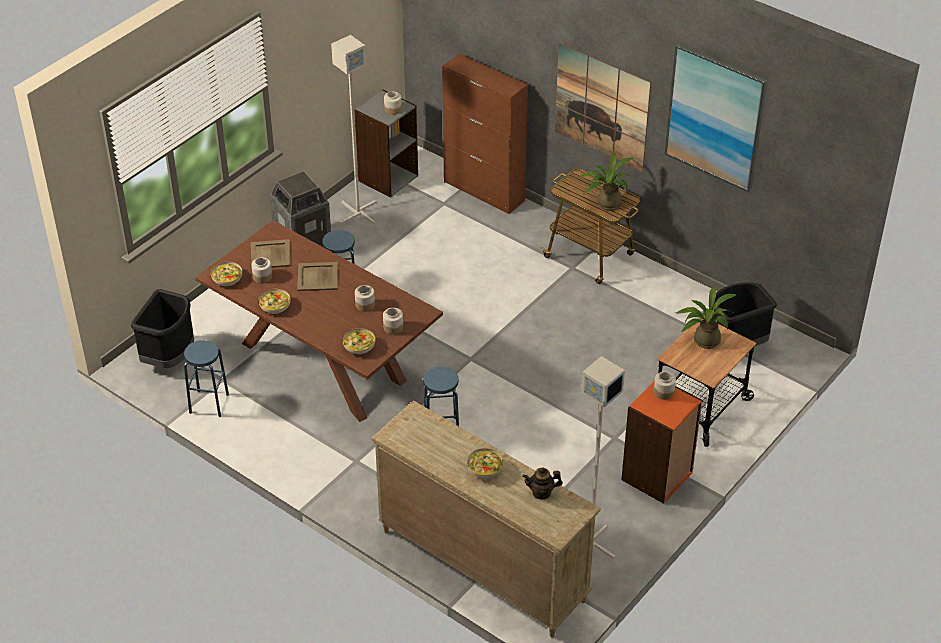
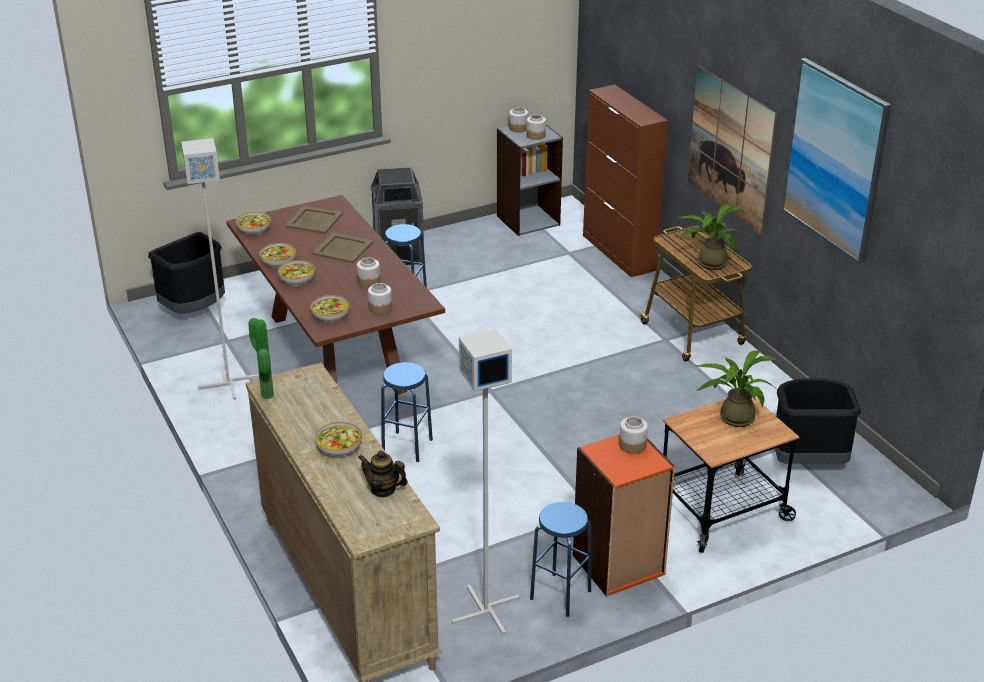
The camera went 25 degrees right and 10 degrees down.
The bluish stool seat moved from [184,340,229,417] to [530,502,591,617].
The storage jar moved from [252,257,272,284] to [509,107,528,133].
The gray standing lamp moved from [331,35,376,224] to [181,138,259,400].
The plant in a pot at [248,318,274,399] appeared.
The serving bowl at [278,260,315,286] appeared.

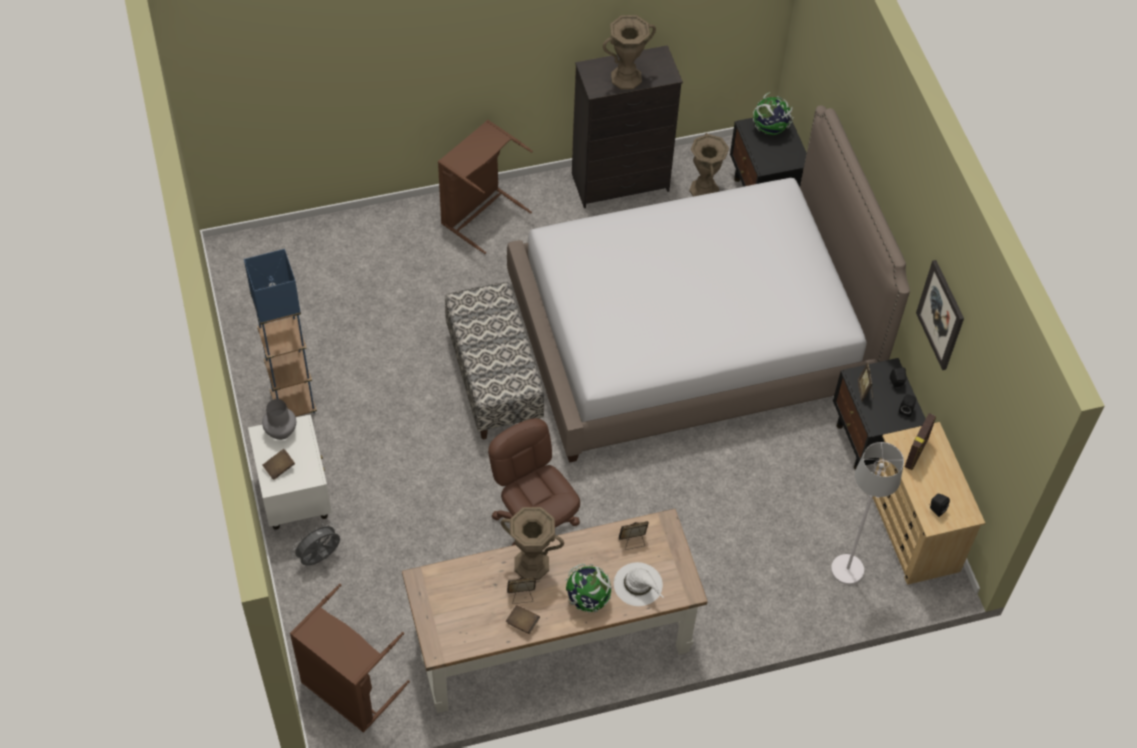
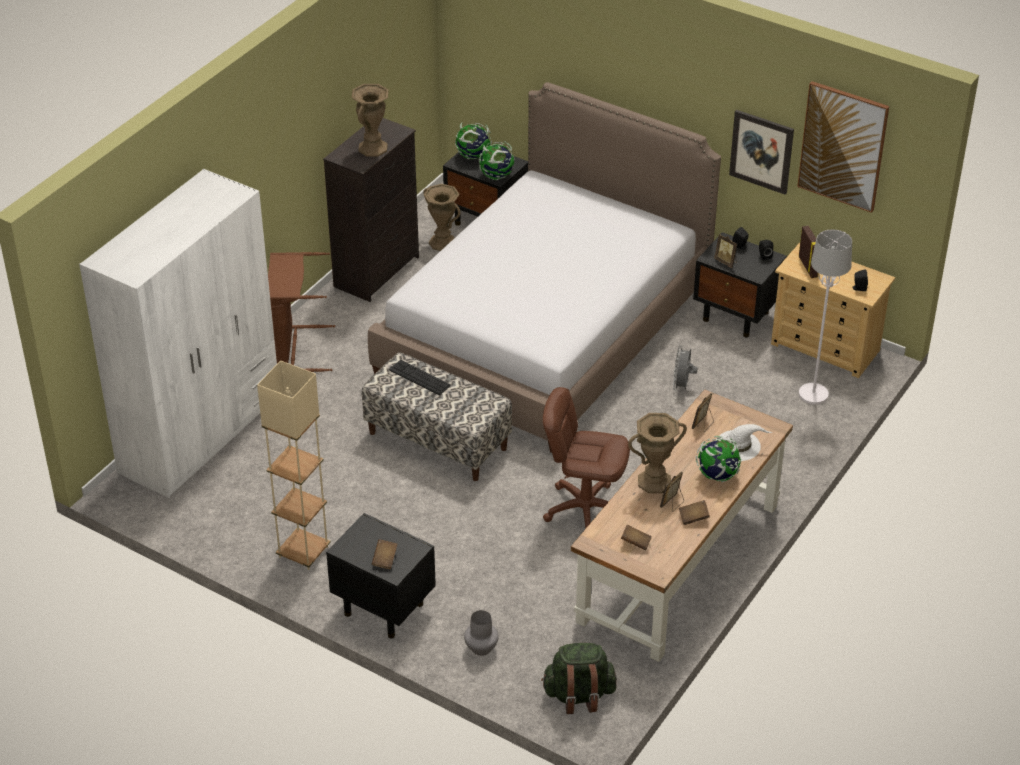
The camera went 40 degrees left and 15 degrees down.
The bluish standing lamp at [244,249,317,417] became the beige-coloured standing lamp at [257,361,330,570].
The white-coloured nightstand at [248,415,332,530] became the black nightstand at [326,513,436,638].
The gray flower vase moved from [262,399,296,440] to [464,610,499,656].
The brown laundry basket at [290,584,410,733] was replaced by the greenish knapsack at [541,643,617,714].
The gray electric fan moved from [291,523,340,566] to [673,345,698,391].
The white-coloured clothes cupboard at [79,169,277,498] appeared.
The PC keyboard at [389,360,451,395] appeared.
The desk globe at [479,141,514,180] appeared.
The brown bound book at [621,525,652,551] appeared.
The wall picture at [797,81,889,213] appeared.

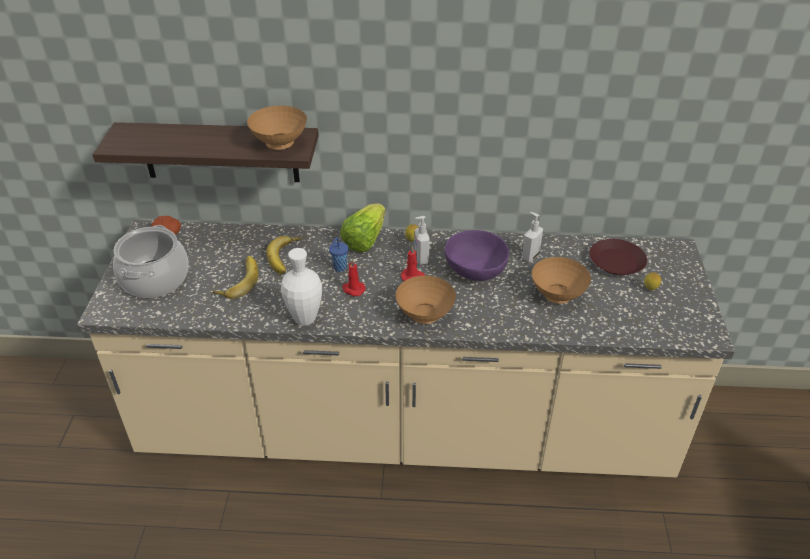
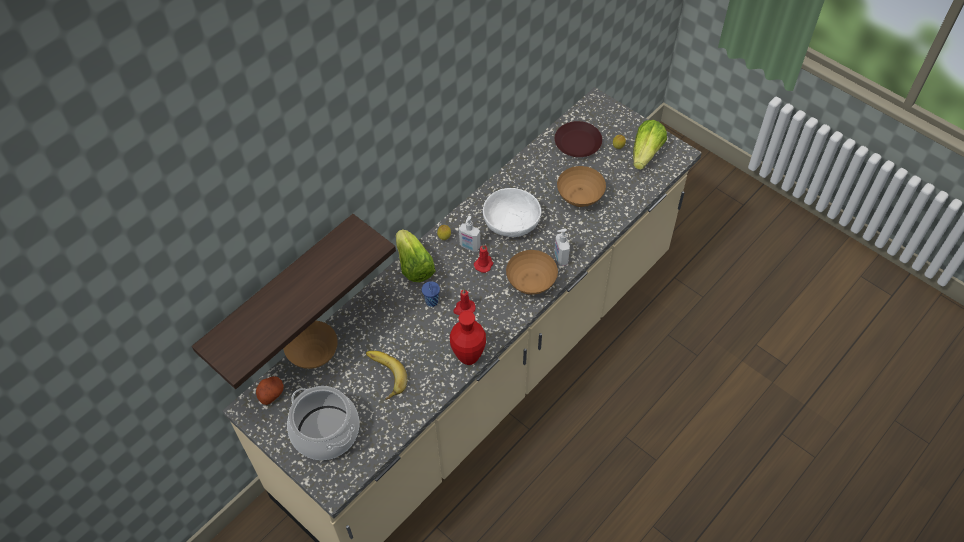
The camera went 50 degrees left and 15 degrees up.
The brown serving bowl moved from [247,106,307,150] to [283,321,338,369].
The banana fruit at [266,236,303,274] disappeared.
The white-coloured flower vase at [281,248,322,326] became the red-coloured flower vase at [450,311,486,365].
The purplish serving bowl at [444,230,509,281] became the white-coloured serving bowl at [483,188,541,237].
The soap bottle moved from [522,212,543,262] to [554,228,570,266].
The lettuce at [633,120,667,170] appeared.

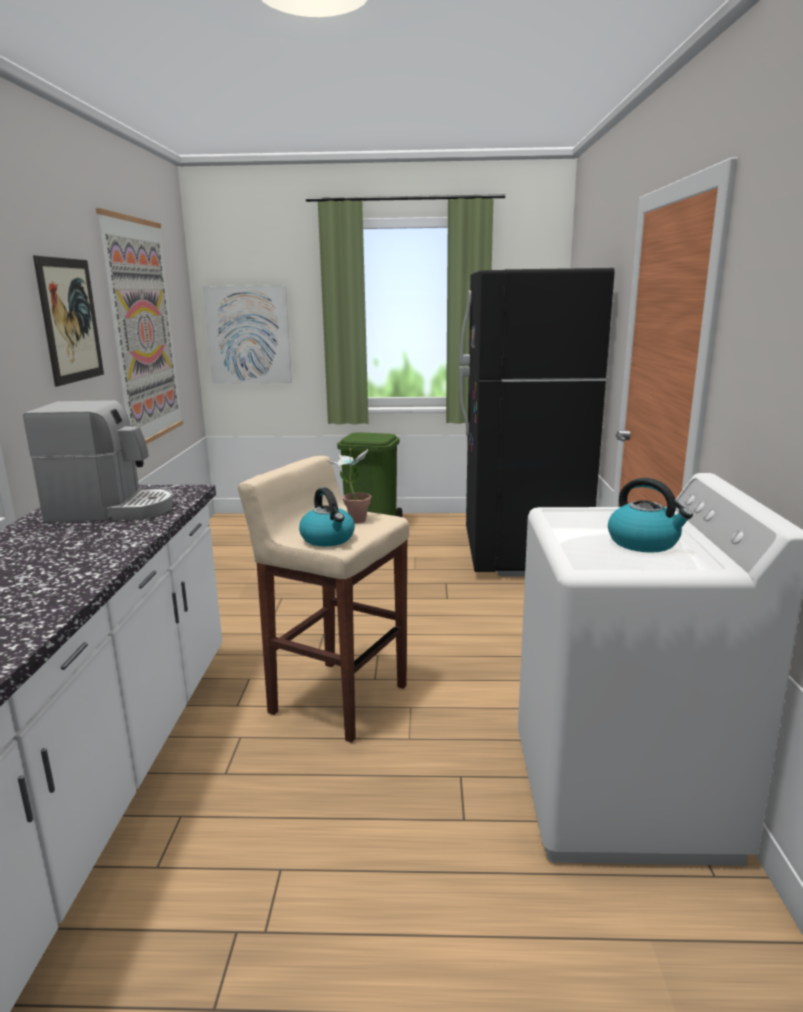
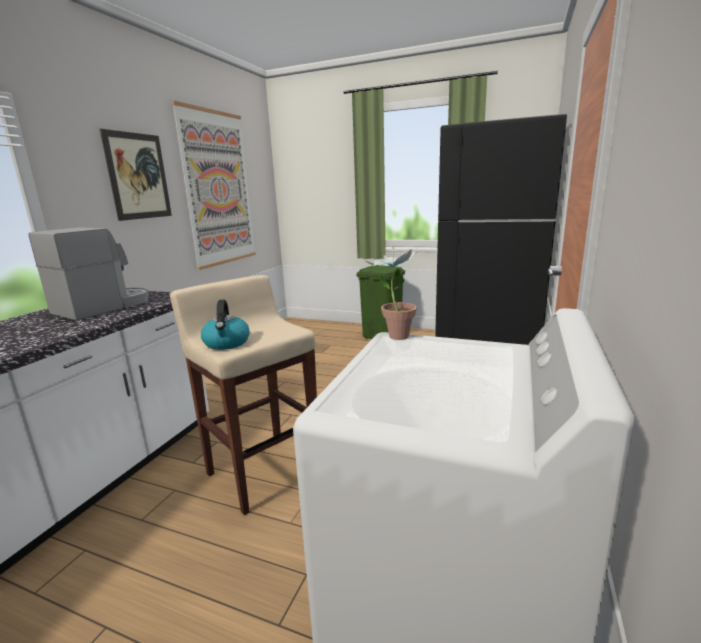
The camera went 20 degrees right and 0 degrees up.
The coffee maker at [23,400,173,522] turned 75 degrees counterclockwise.
The wall picture at [203,285,292,384] disappeared.
The plant in a pot moved from [326,448,371,523] to [365,246,418,340].
The water kettle at [608,478,693,553] disappeared.

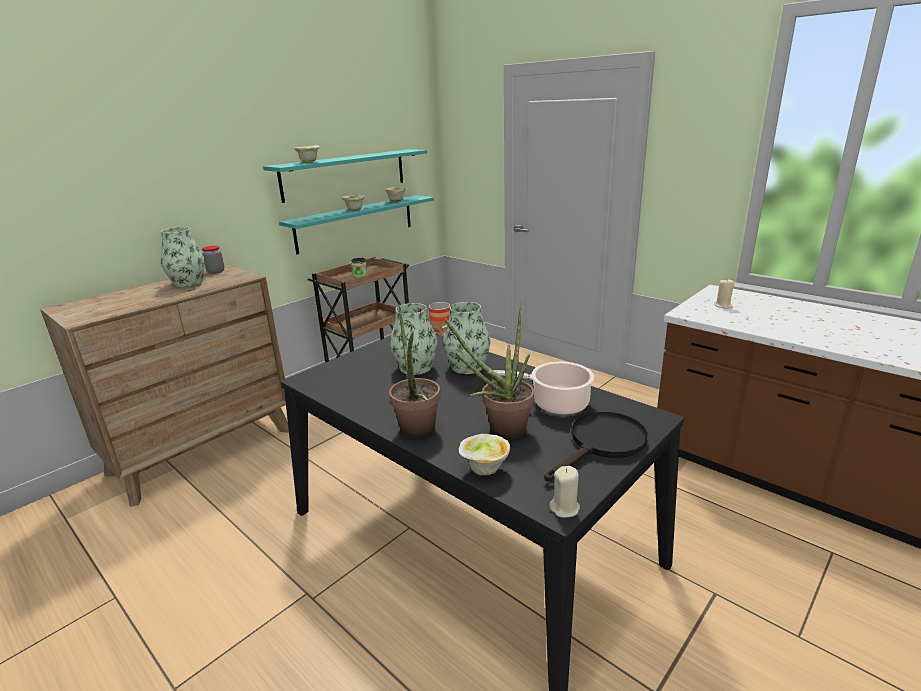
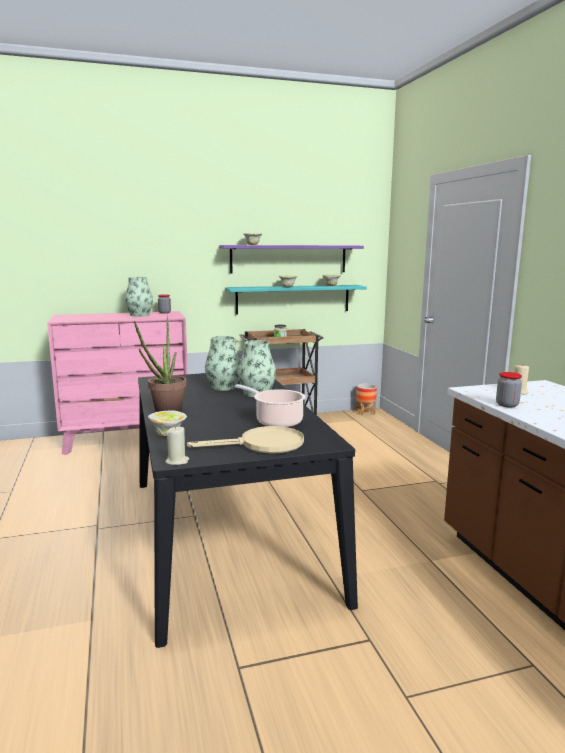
The camera went 30 degrees right and 10 degrees down.
The brown drawer chest at [40,265,289,507] became the pink-coloured drawer chest at [47,311,188,455].
The turquoise-coloured shelf at [263,149,427,203] became the purplish shelf at [219,245,364,274].
The plant in a pot at [444,303,534,439] disappeared.
The black frying pan at [544,412,648,481] became the beige-coloured frying pan at [187,426,304,453].
The storage jar at [496,372,522,408] appeared.

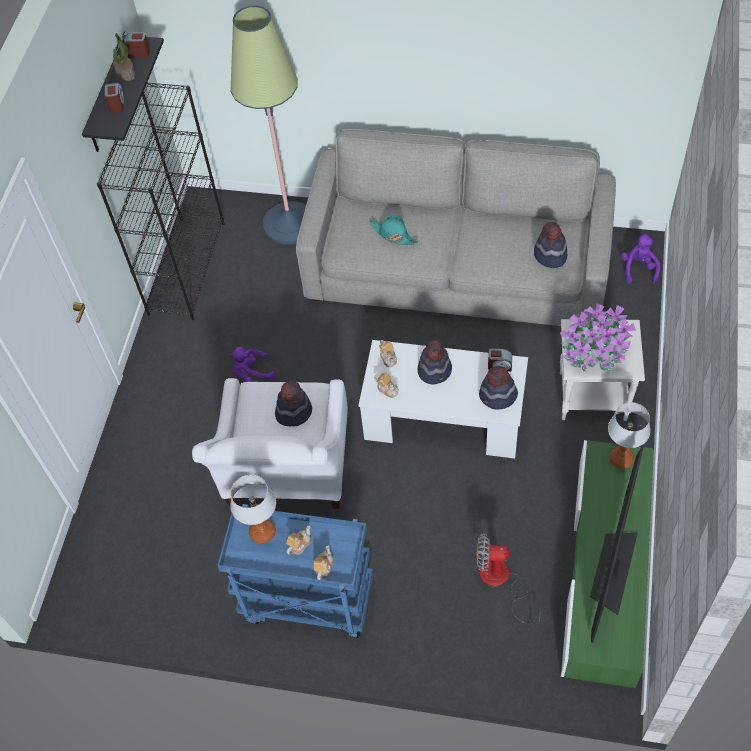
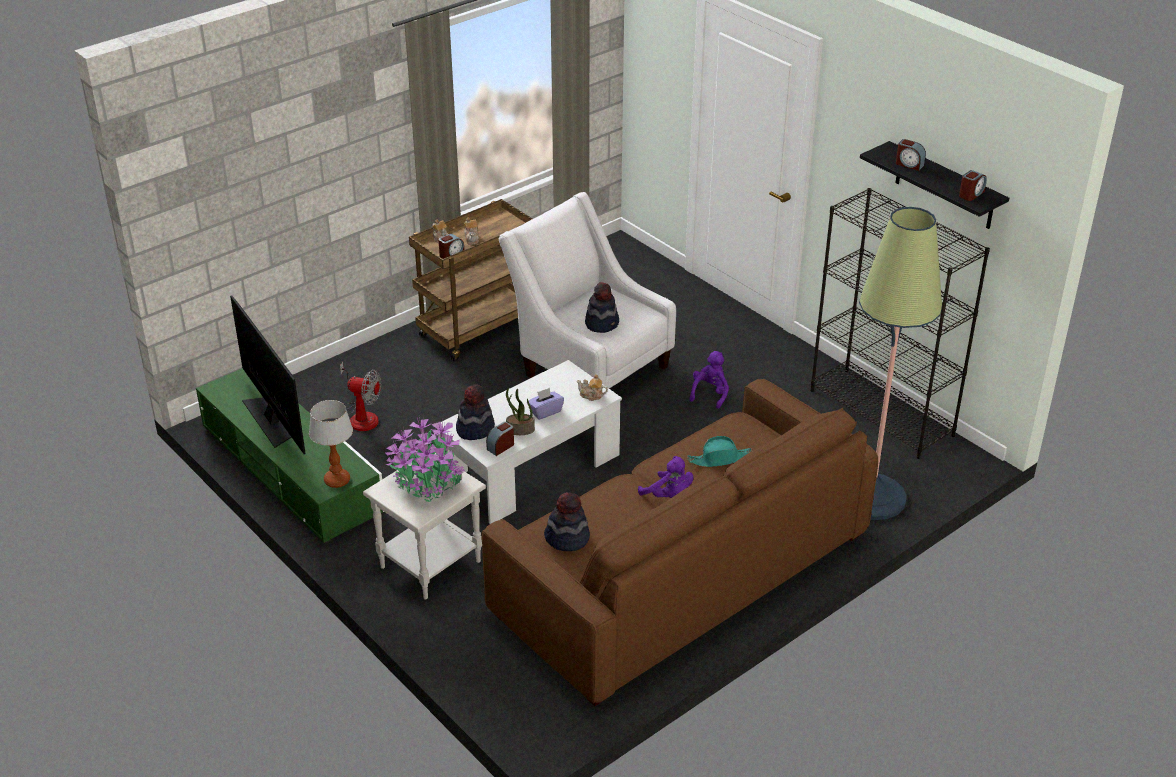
The camera went 125 degrees right and 20 degrees down.
The plant in a pot moved from [113,30,136,81] to [506,389,535,435].
The bluish cart at [217,504,373,638] became the brown cart at [409,199,532,362].
The table lamp at [230,474,276,544] disappeared.
The gray sofa at [296,129,616,326] became the brown sofa at [481,379,878,706].
The tea pot at [374,373,399,398] disappeared.
The clothing hat at [417,340,452,385] was replaced by the purplish tissue holder at [527,388,564,420].
The electric fan at [476,533,540,624] turned 60 degrees clockwise.
The purplish cuddly toy moved from [621,233,660,284] to [638,456,693,498].
The table clock at [438,234,464,259] appeared.

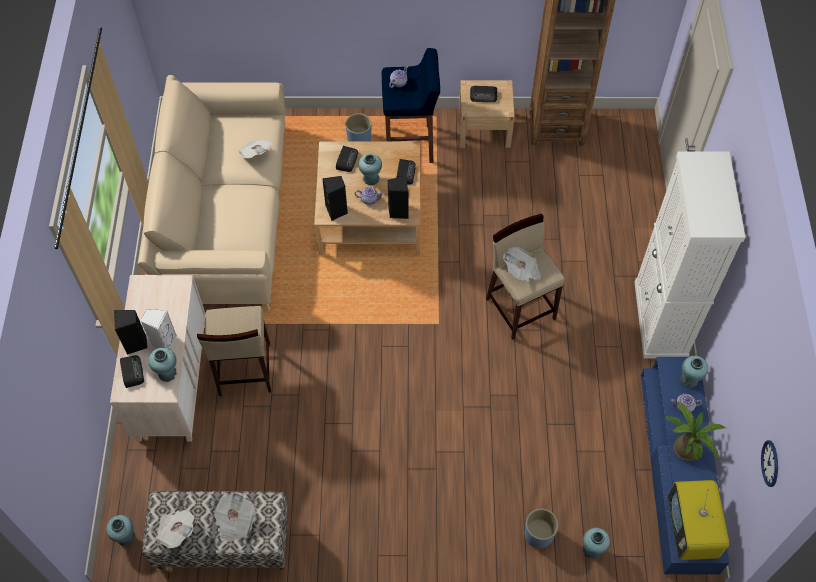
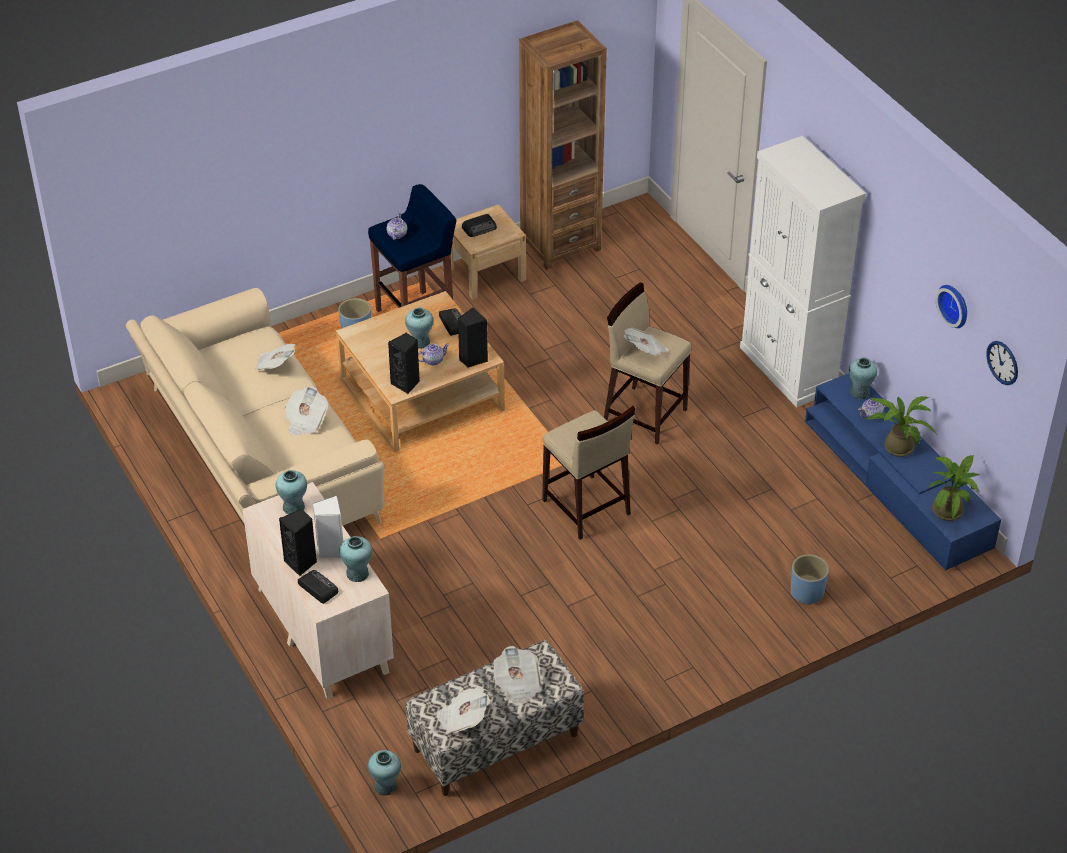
The camera went 30 degrees left and 15 degrees down.
The beige-coloured stool seat moved from [197,306,271,396] to [542,406,636,540].
The radio receiver at [336,146,358,172] disappeared.
The turquoise-coloured flower vase moved from [583,528,610,559] to [275,470,307,515].
The TV set at [668,480,729,560] was replaced by the plant in a pot at [928,455,980,521].
The daily paper at [285,386,328,435] appeared.
The clock on the wall at [936,285,967,328] appeared.

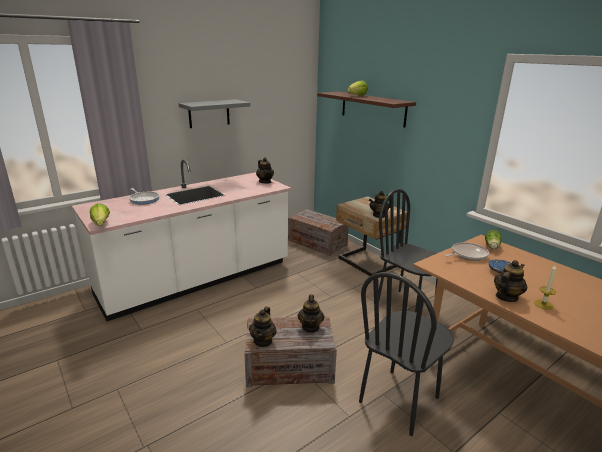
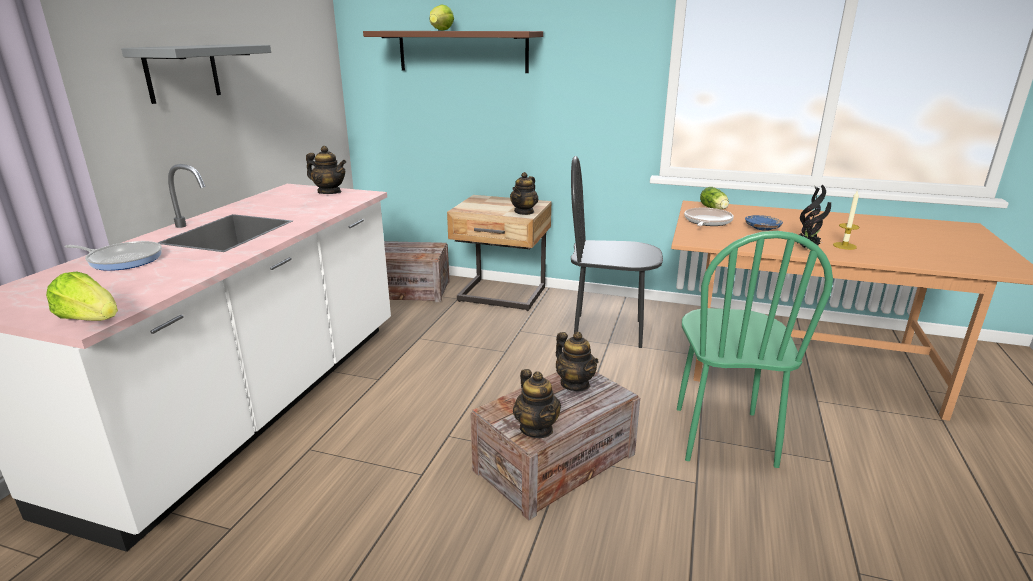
The camera went 35 degrees left and 0 degrees up.
The black chair at [359,272,454,436] became the greenish chair at [677,231,833,468].
The tea pot at [494,260,527,302] was replaced by the plant in a pot at [799,184,831,250].

